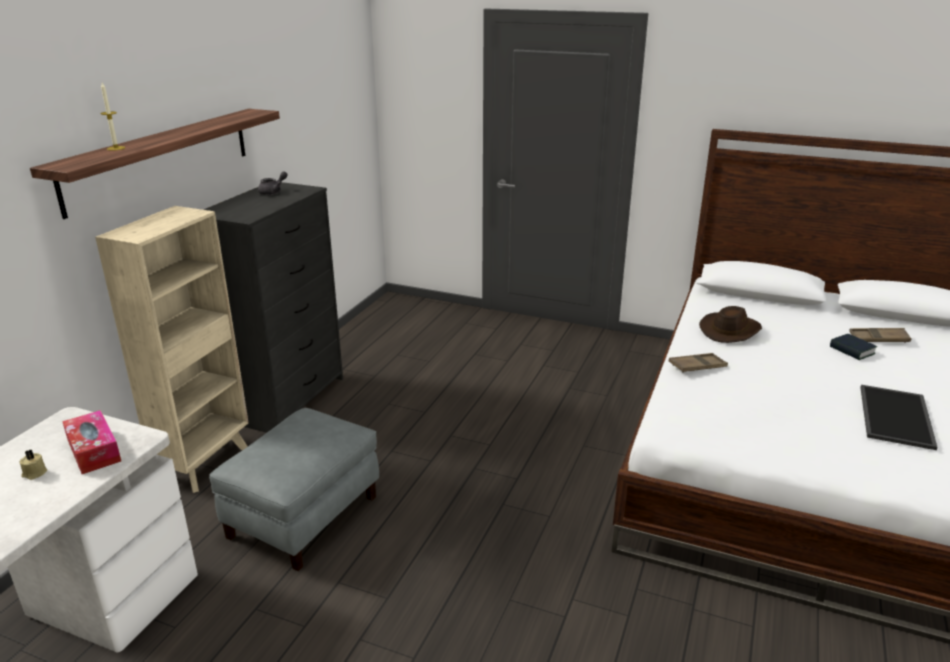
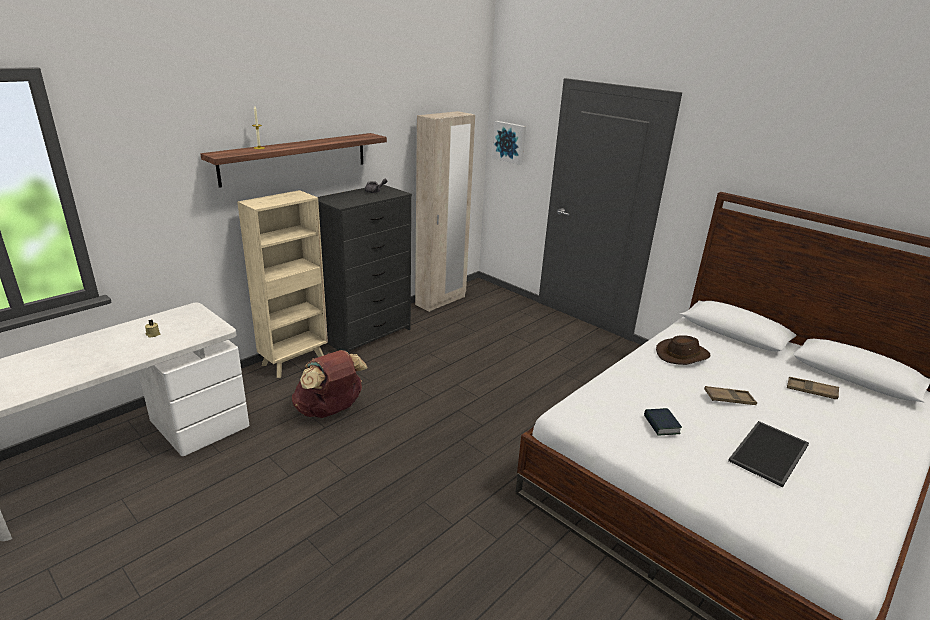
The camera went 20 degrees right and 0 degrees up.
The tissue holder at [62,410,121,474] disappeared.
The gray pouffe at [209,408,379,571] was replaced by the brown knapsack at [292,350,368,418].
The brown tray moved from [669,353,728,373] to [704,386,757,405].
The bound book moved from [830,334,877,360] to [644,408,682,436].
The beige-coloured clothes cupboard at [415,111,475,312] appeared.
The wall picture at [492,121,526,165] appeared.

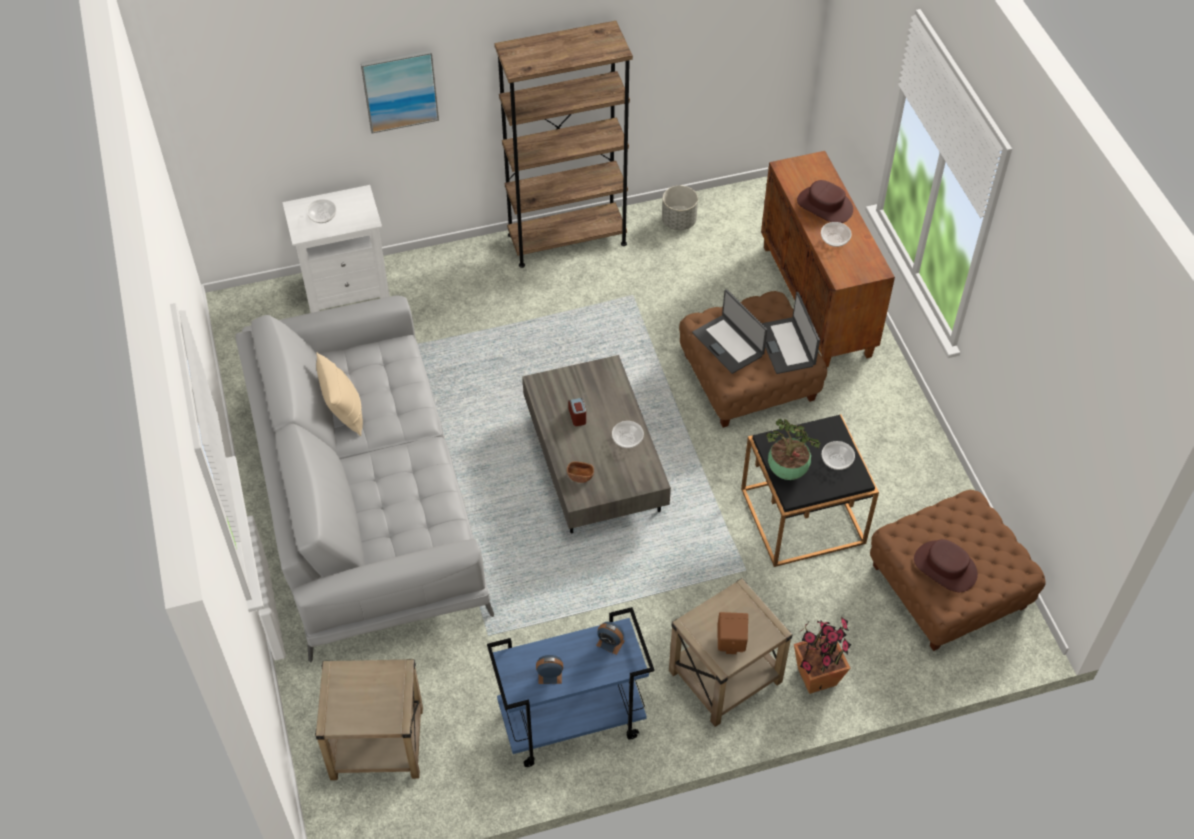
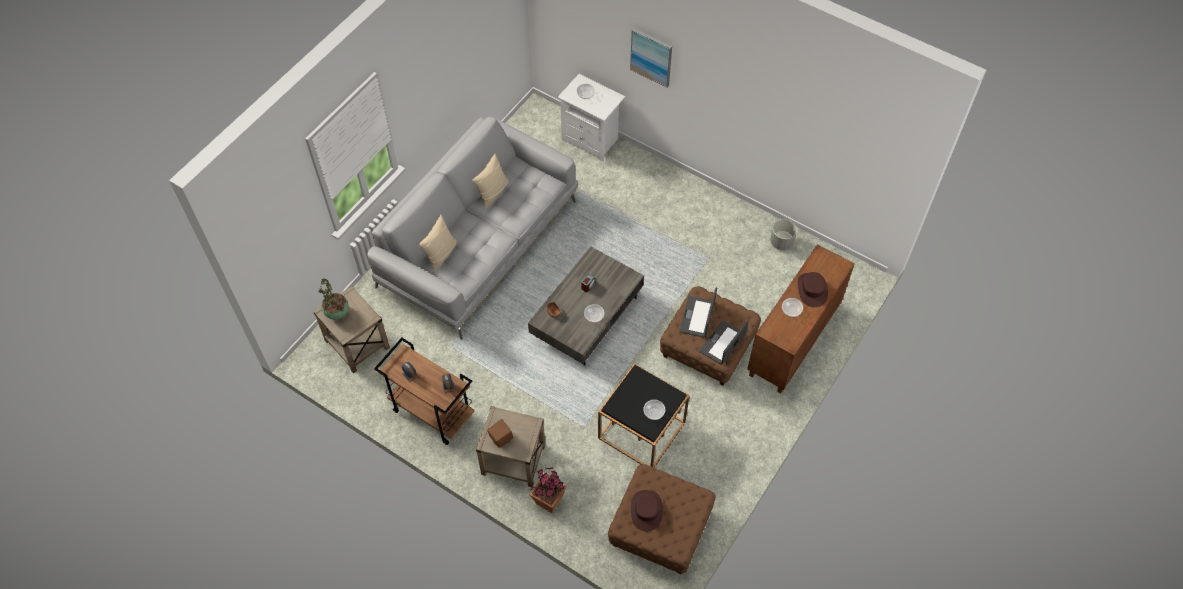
The camera went 50 degrees right and 5 degrees up.
The bluish cart at [487,607,654,767] became the brown cart at [374,337,475,445].
The brown bookcase at [494,21,633,268] disappeared.
The plant in a pot moved from [765,419,820,480] to [318,279,349,320].
The beige-coloured throw pillow at [419,215,457,272] appeared.

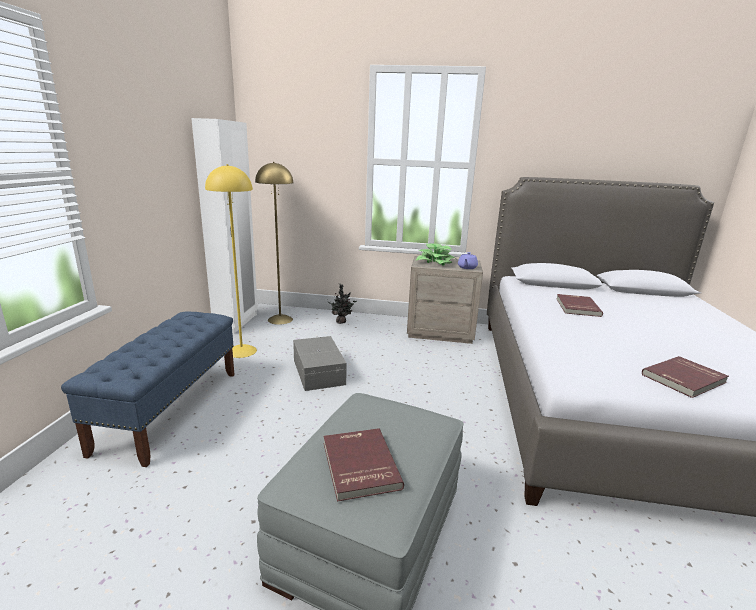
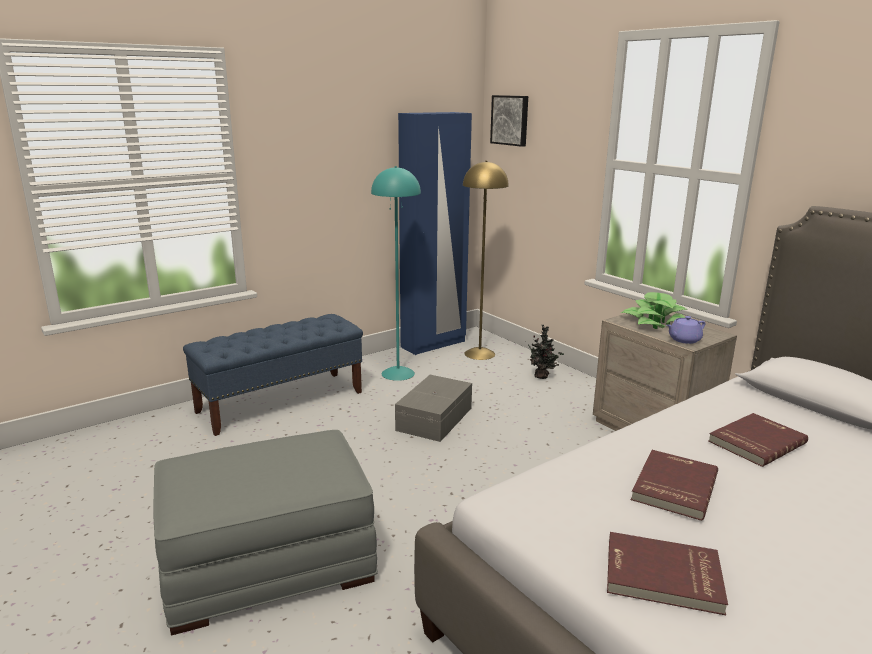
The camera went 45 degrees right and 0 degrees up.
The white-coloured clothes cupboard at [191,118,258,334] became the bluish clothes cupboard at [398,112,472,355].
The yellowish standing lamp at [205,164,257,358] became the turquoise-coloured standing lamp at [371,166,421,381].
The red-coloured bound book moved from [324,428,404,502] to [631,450,718,521].
The wall picture at [490,95,528,147] appeared.

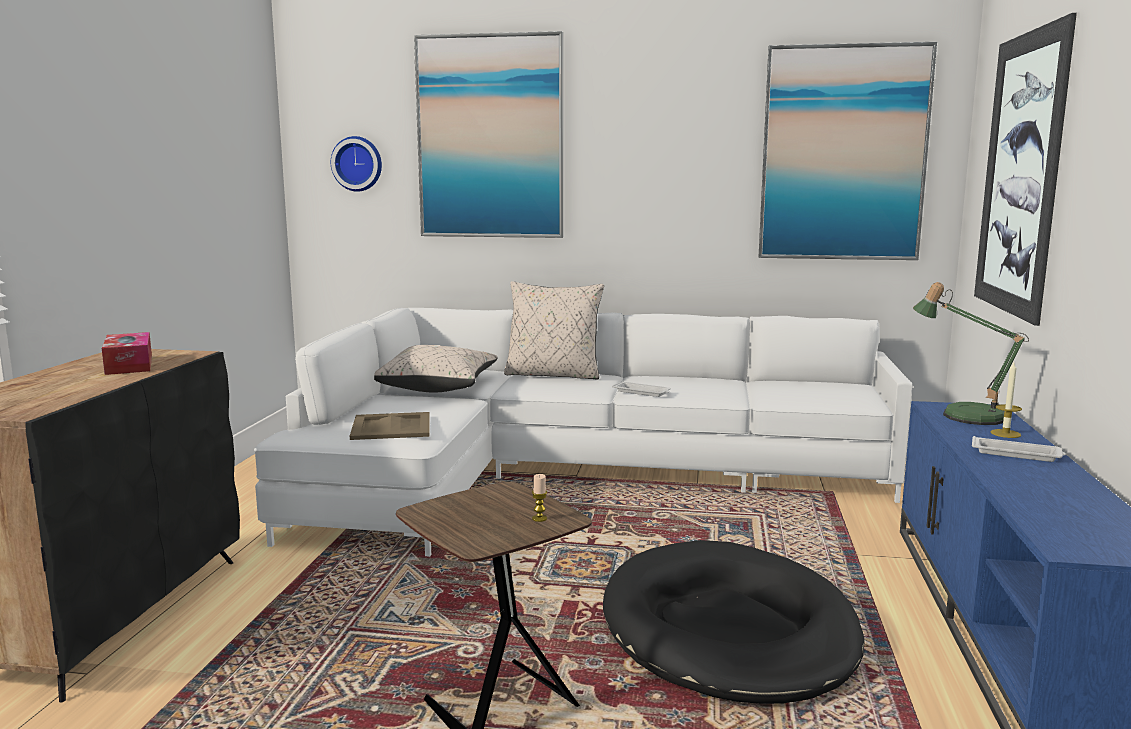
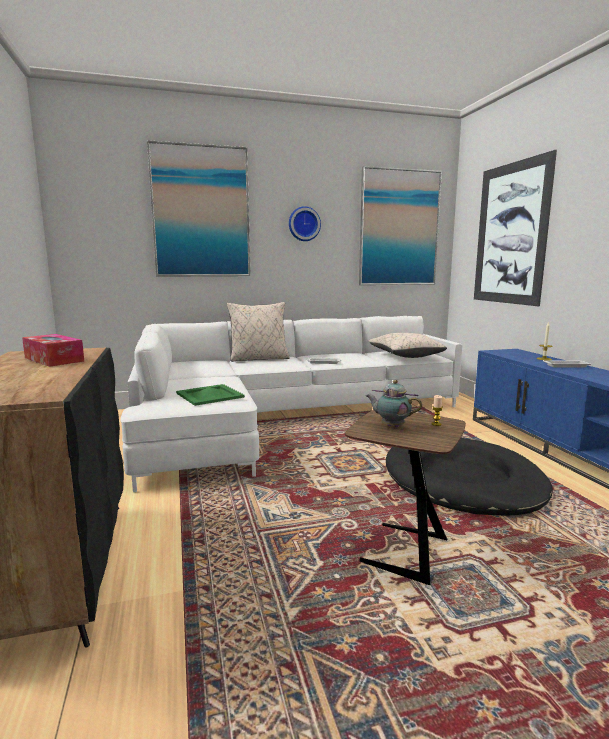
The camera went 25 degrees left and 0 degrees up.
The clock on the wall moved from [331,136,382,192] to [289,206,321,241].
The beige-coloured tray at [350,412,430,440] became the greenish tray at [176,384,245,406].
The beige-coloured throw pillow moved from [374,345,498,392] to [368,333,447,358].
The table lamp at [913,282,1029,425] disappeared.
The tea pot at [366,380,422,427] appeared.

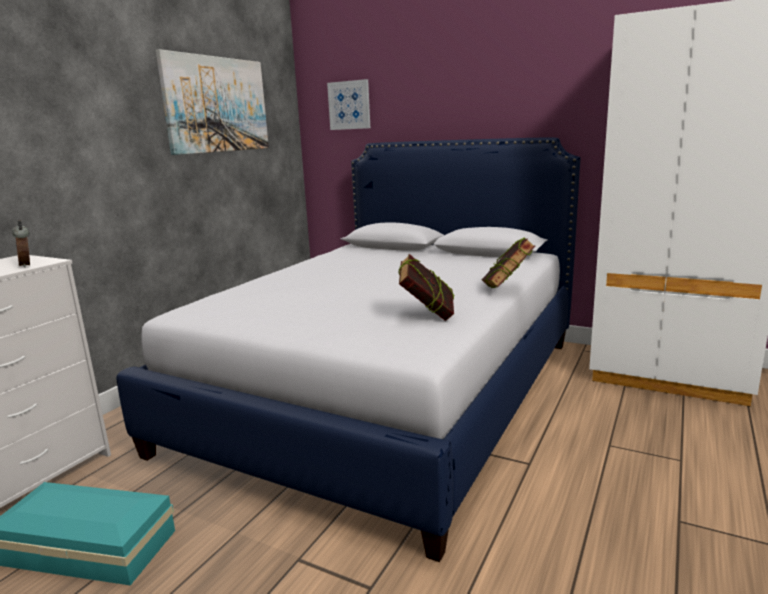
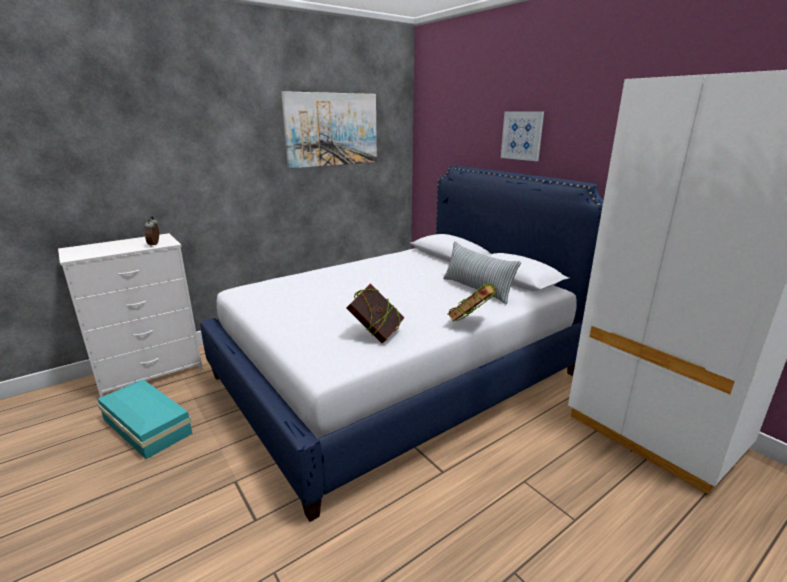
The camera went 25 degrees right and 5 degrees up.
The wall picture moved from [327,79,370,130] to [501,111,544,161].
The throw pillow at [443,241,521,305] appeared.

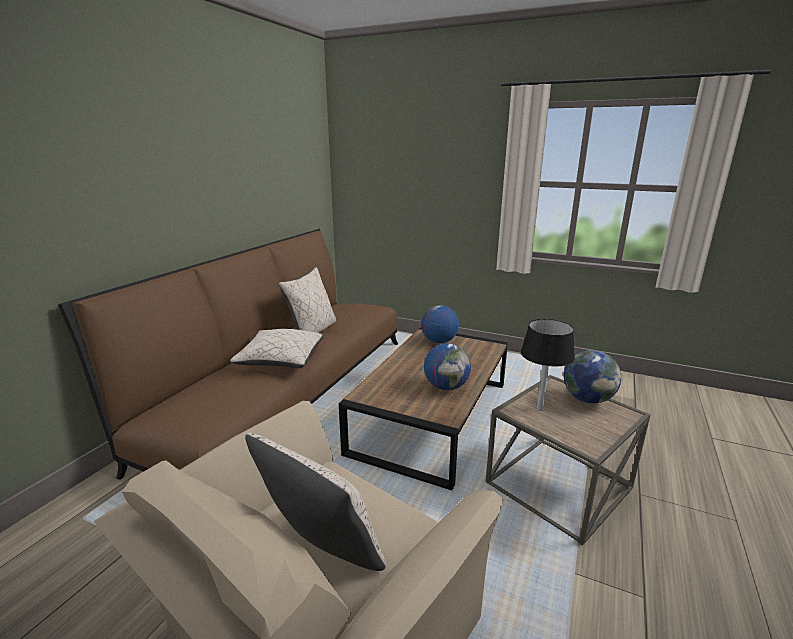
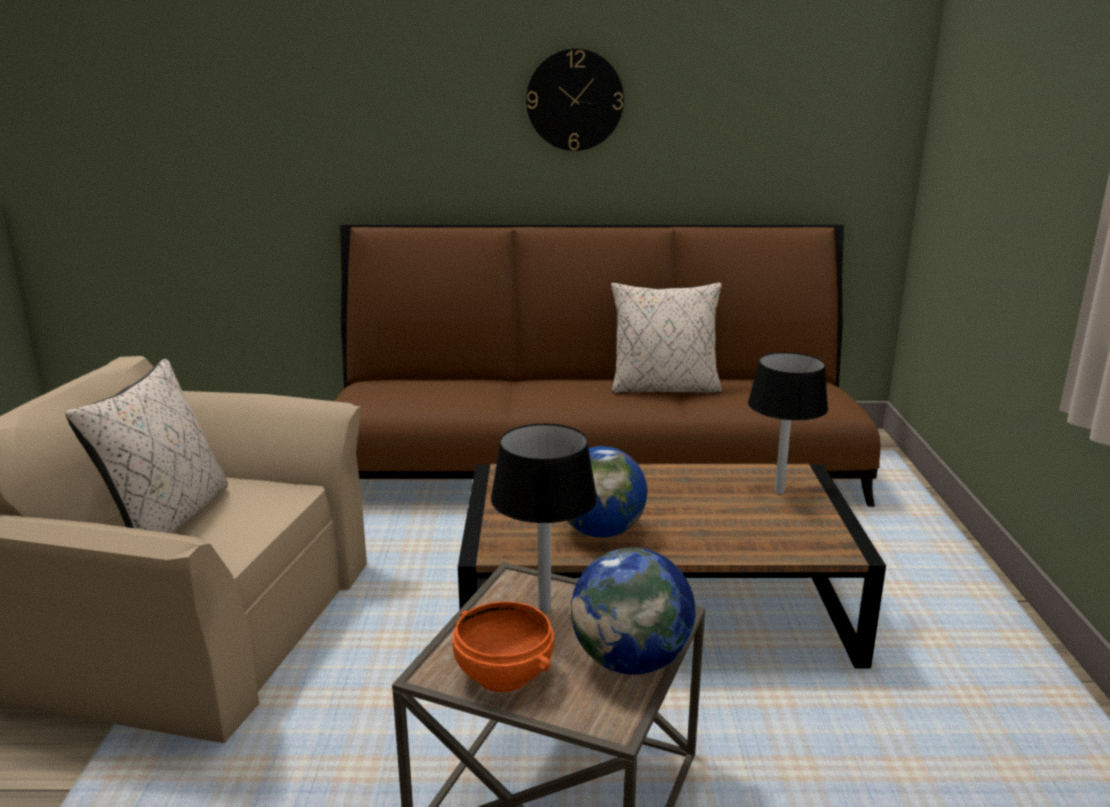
The camera went 65 degrees right and 0 degrees up.
The beige-coloured throw pillow at [230,329,323,368] disappeared.
The desk globe at [421,305,459,343] was replaced by the black table lamp at [748,352,828,494].
The orangey serving bowl at [452,601,554,692] appeared.
The clock on the wall at [526,48,624,151] appeared.

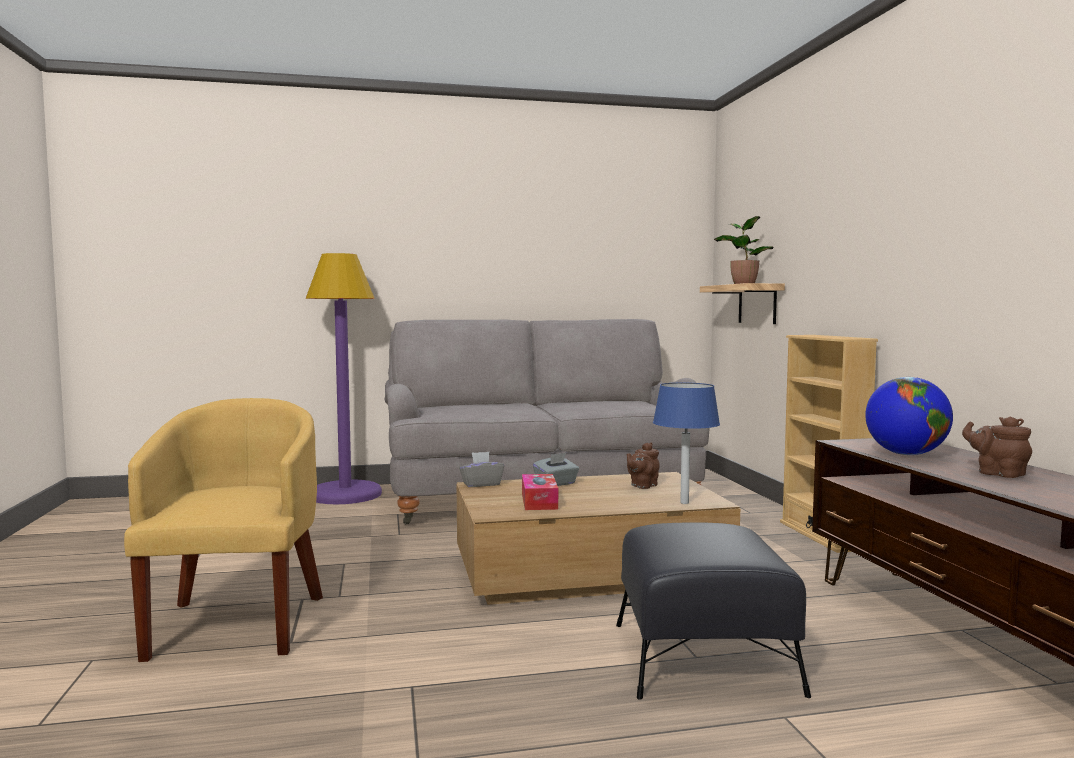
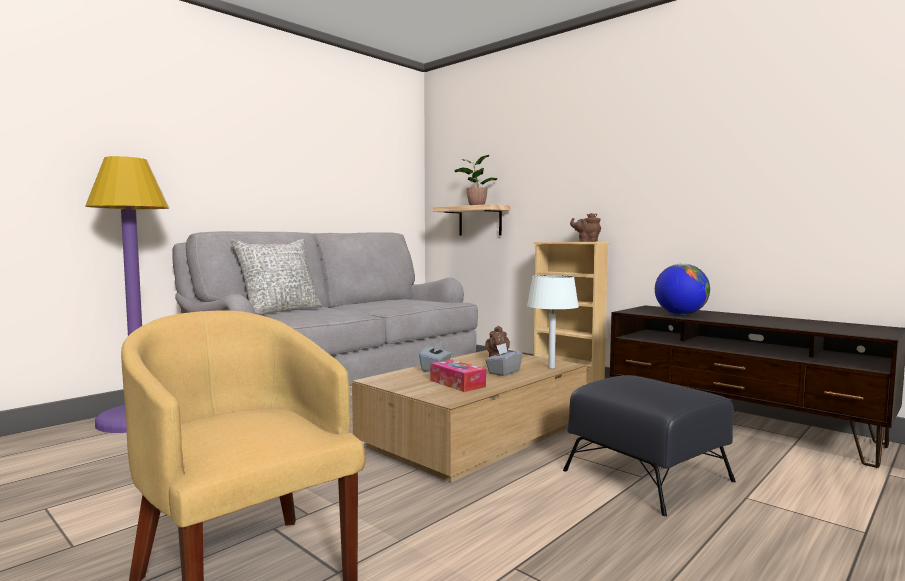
The camera went 35 degrees left and 0 degrees up.
The gray tissue holder moved from [459,452,504,487] to [485,343,523,376].
The bluish table lamp at [653,383,720,504] became the white-coloured table lamp at [527,275,579,369].
The brown tea pot moved from [962,416,1032,478] to [570,213,601,242].
The gray throw pillow at [230,239,322,315] appeared.

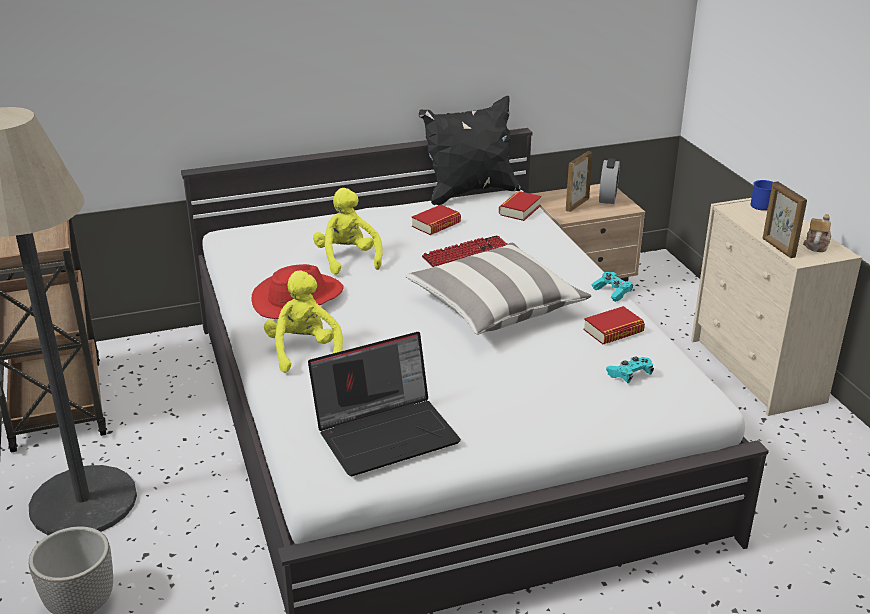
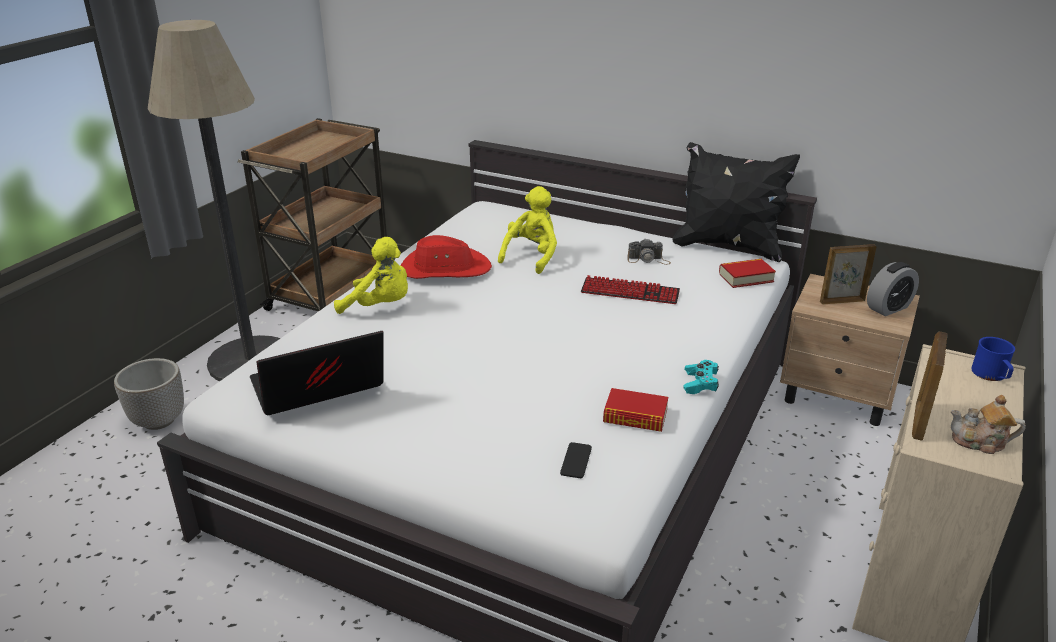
The camera went 45 degrees right and 0 degrees up.
The yellowish cuddly toy at [264,271,343,373] turned 75 degrees clockwise.
The portable computer at [308,332,461,476] turned 135 degrees clockwise.
The throw pillow at [405,243,591,335] disappeared.
The bound book at [412,205,461,235] was replaced by the still camera at [627,239,671,265].
The turquoise-coloured game controller at [606,357,654,383] was replaced by the phone at [560,442,592,478].
The tea pot at [803,214,831,252] turned 150 degrees counterclockwise.

